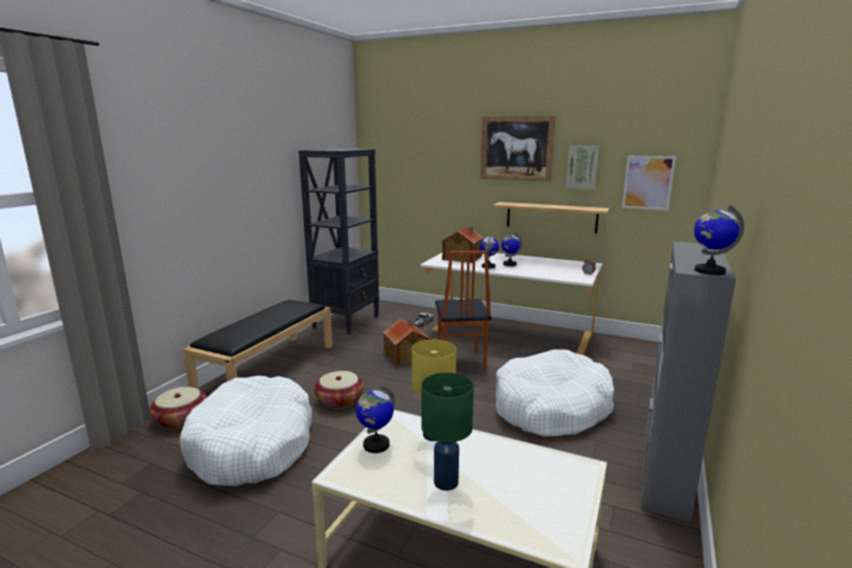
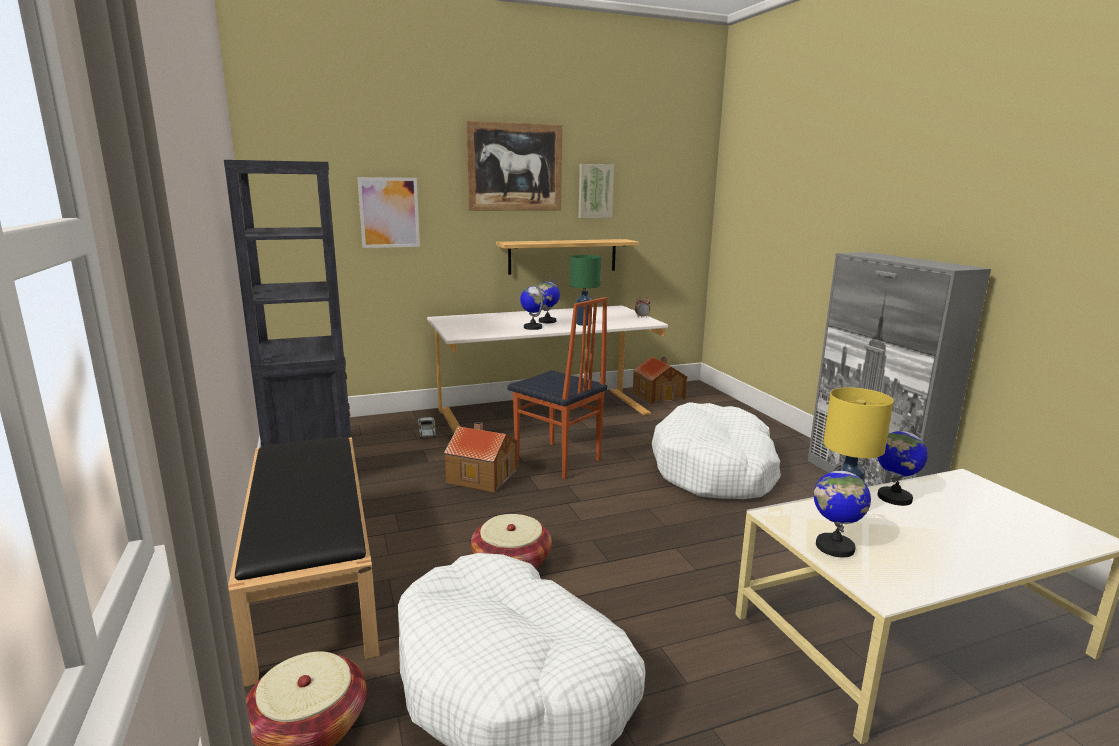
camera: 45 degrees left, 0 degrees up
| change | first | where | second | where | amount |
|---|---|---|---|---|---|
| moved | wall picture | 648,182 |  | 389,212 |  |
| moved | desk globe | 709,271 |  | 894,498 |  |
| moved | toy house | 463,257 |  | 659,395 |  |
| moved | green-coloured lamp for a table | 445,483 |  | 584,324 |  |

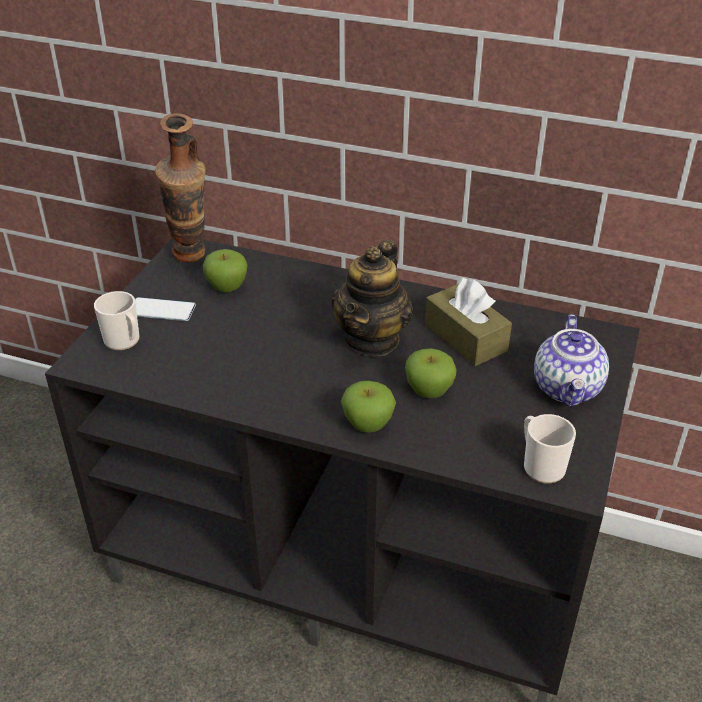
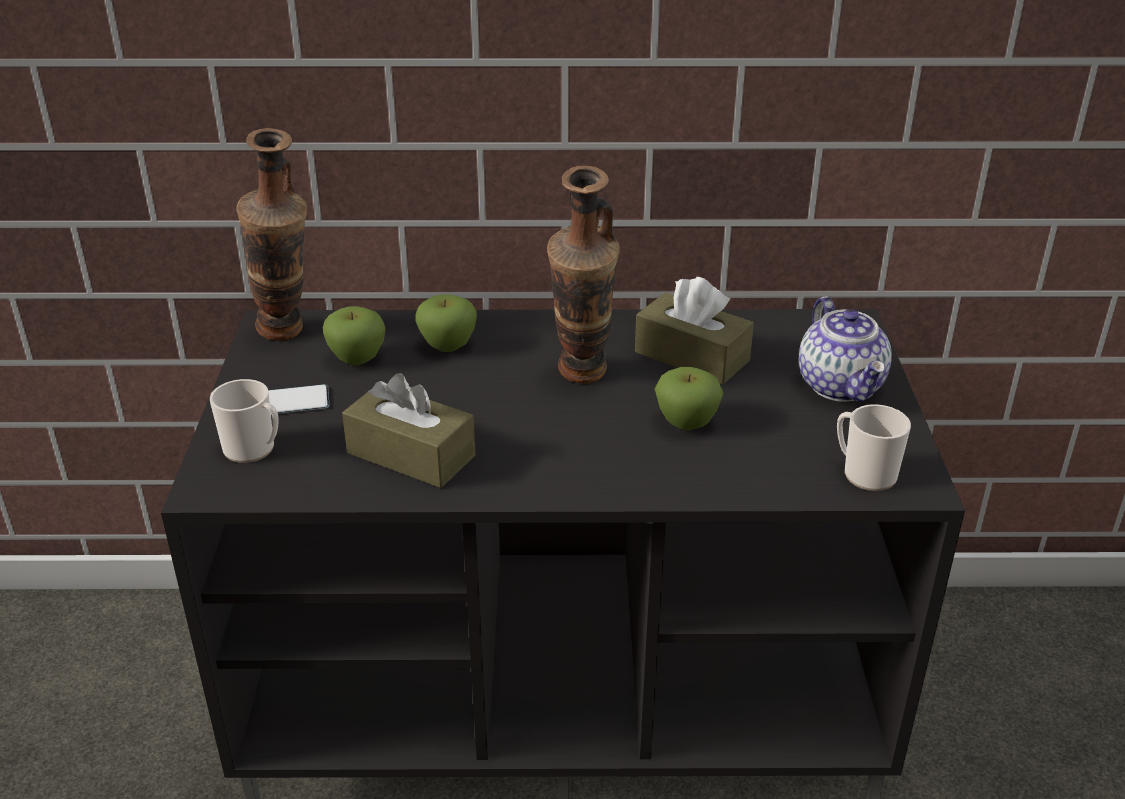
camera: 20 degrees left, 5 degrees down
| change | first | where | second | where | amount |
|---|---|---|---|---|---|
| replaced | teapot | 372,339 | decorative vase | 582,380 |  |
| moved | apple fruit | 367,425 |  | 447,346 |  |
| added |  |  | brown-coloured tissue holder | 411,454 |  |

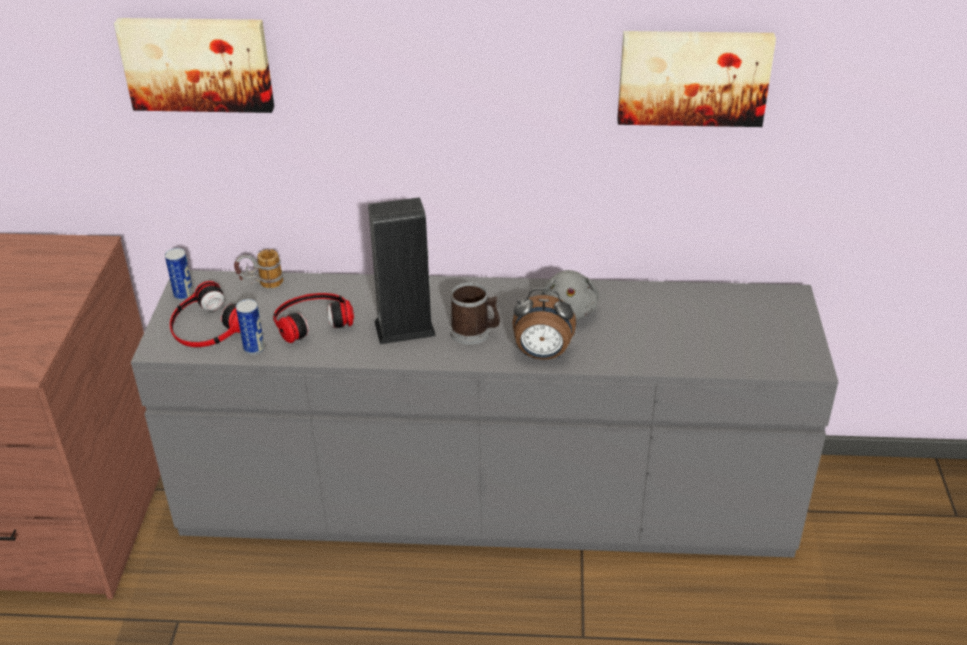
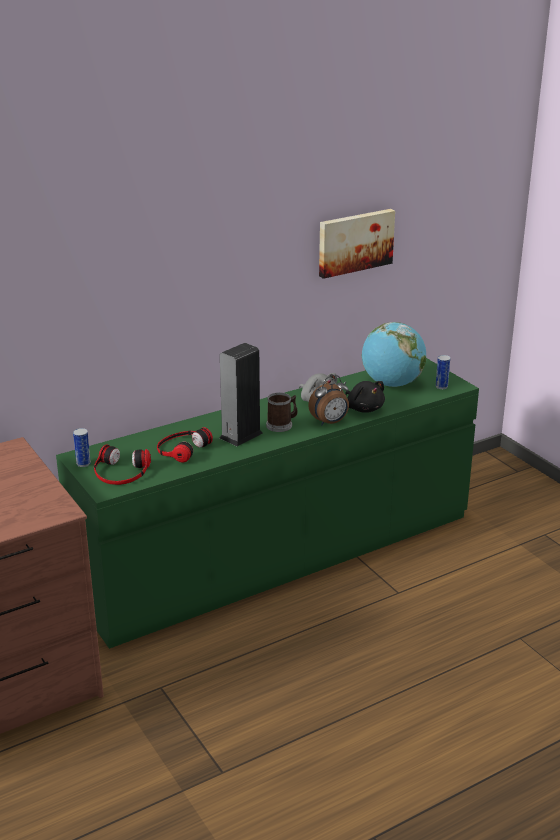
camera: 35 degrees left, 10 degrees down
| change | first | where | second | where | amount |
|---|---|---|---|---|---|
| removed | wall picture | 197,63 |  |  |  |
| removed | coffee mug | 261,285 |  |  |  |
| recoloured | grey dresser | 486,498 | green-coloured dresser | 279,555 |  |
| moved | can | 254,349 |  | 441,386 |  |
| added |  |  | desk globe | 392,384 |  |
| added |  |  | black cuddly toy | 364,408 |  |

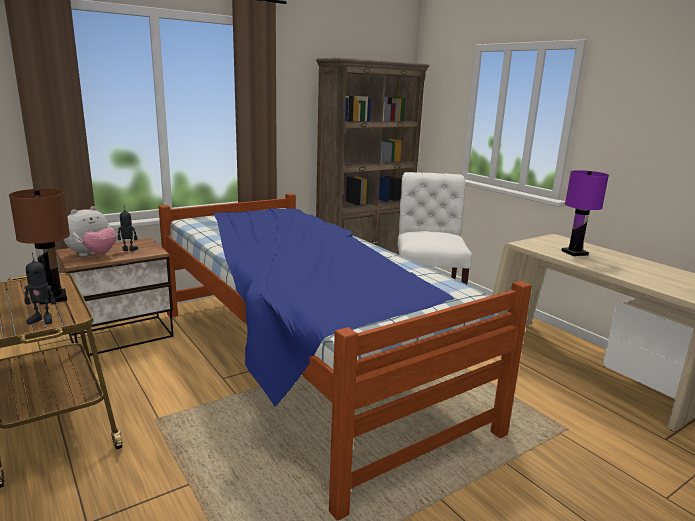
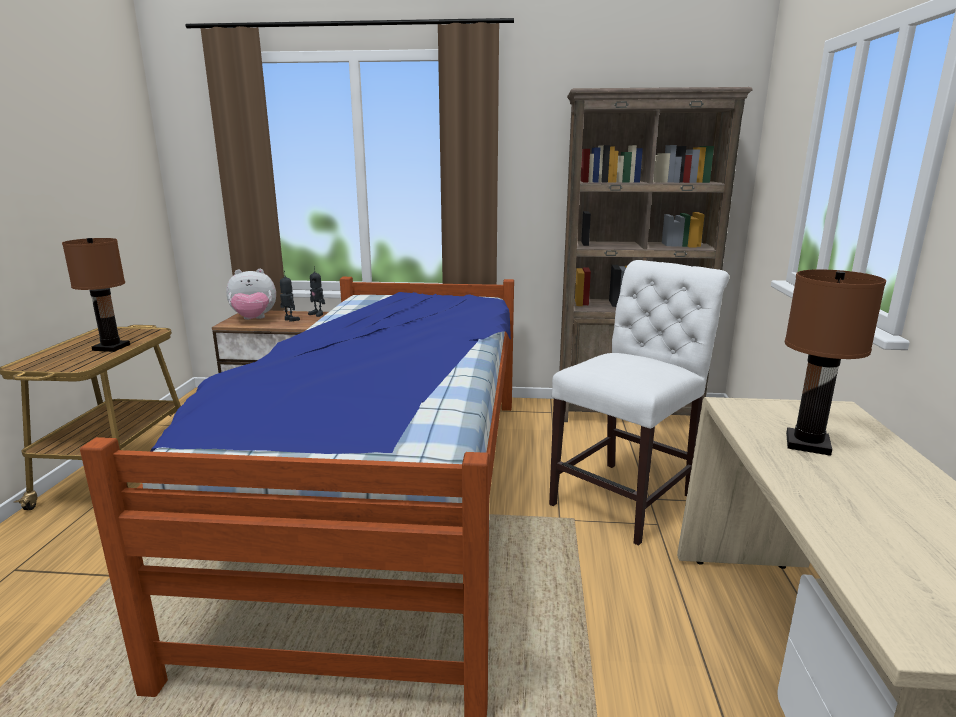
camera: 40 degrees right, 0 degrees up
| change | first | where | second | where | amount |
|---|---|---|---|---|---|
| recoloured | purple lamp for a table | 575,253 | brown-coloured lamp for a table | 808,444 |  |
| moved | toy robot | 42,320 |  | 317,314 |  |

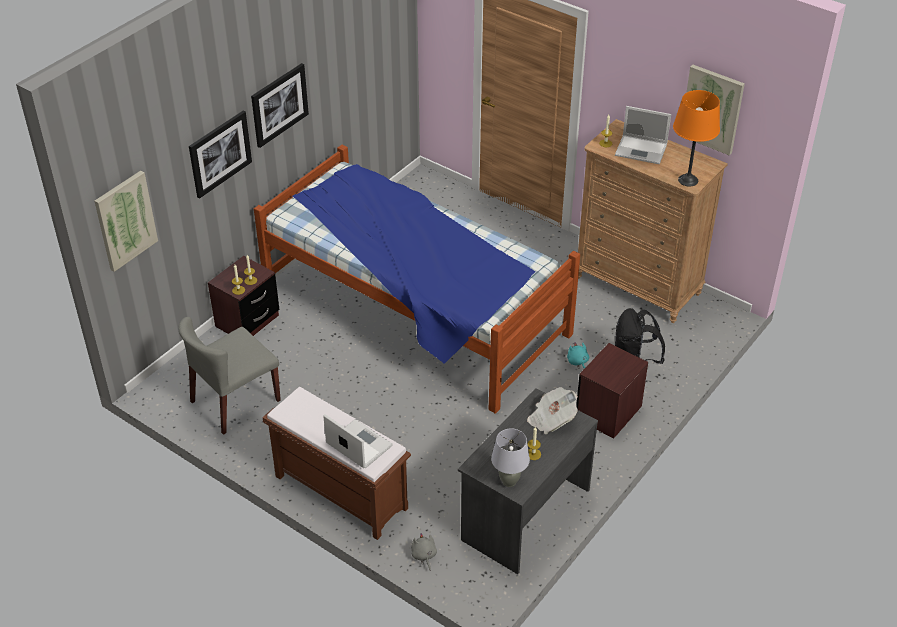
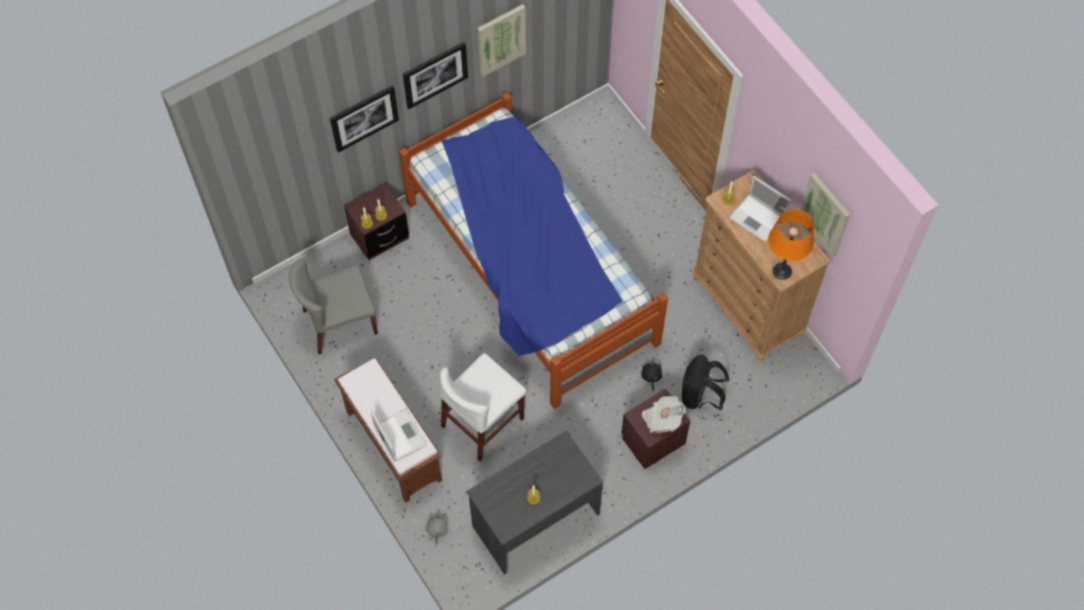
camera: 20 degrees right, 20 degrees up
| change | first | where | second | where | amount |
|---|---|---|---|---|---|
| moved | wall picture | 125,220 |  | 501,39 |  |
| recoloured | blue-green cuddly toy | 578,362 | black cuddly toy | 651,377 |  |
| moved | daily paper | 551,419 |  | 662,418 |  |
| removed | grey lamp for a table | 509,481 |  |  |  |
| added |  |  | white chair | 482,422 |  |

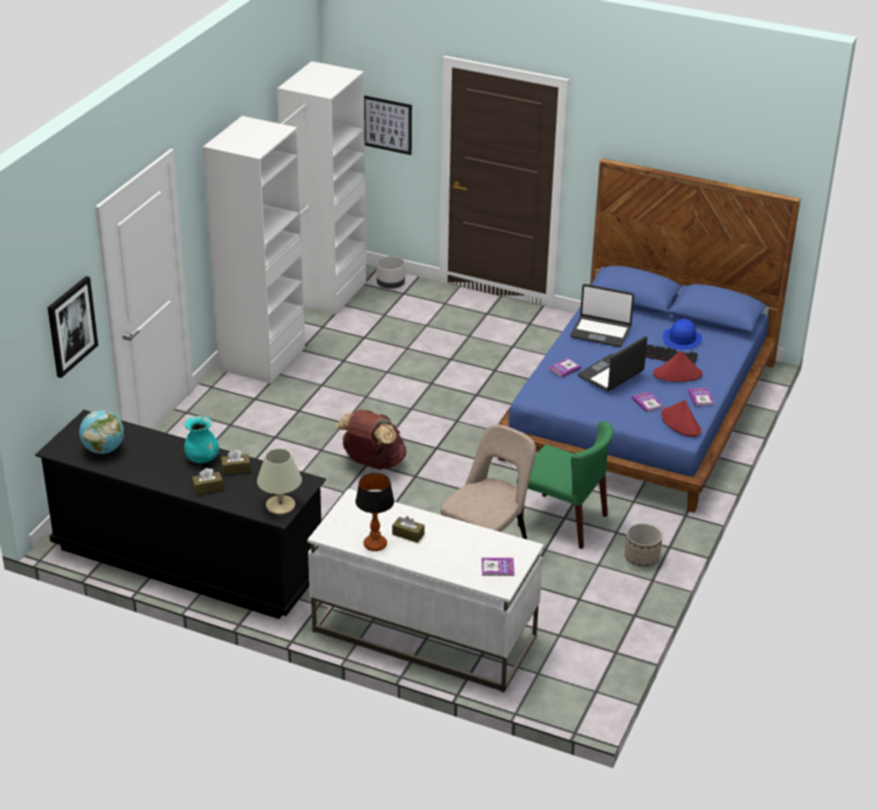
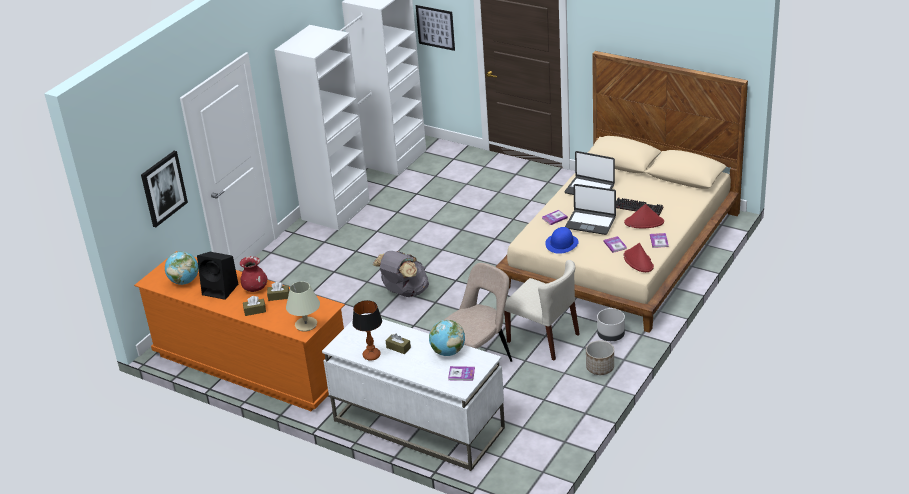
camera: 10 degrees right, 0 degrees up
| change | first | where | second | where | amount |
|---|---|---|---|---|---|
| recoloured | bluish bedroom bed | 640,410 | beige-coloured bedroom bed | 622,251 |  |
| moved | grey planter | 390,285 |  | 611,336 |  |
| moved | bluish clothing hat | 682,338 |  | 562,243 |  |
| turned | laptop | 611,374 |  | 590,222 | 120 degrees counterclockwise |
| recoloured | black dresser | 188,559 | orange dresser | 252,365 |  |
| recoloured | brown-coloured backpack | 372,463 | grey backpack | 404,292 |  |
| recoloured | blue-green decorative vase | 202,458 | red-coloured decorative vase | 255,288 |  |
| recoloured | green-coloured chair | 563,521 | beige-coloured chair | 543,338 |  |
| added |  |  | black audio speaker | 221,289 |  |
| added |  |  | desk globe | 448,352 |  |

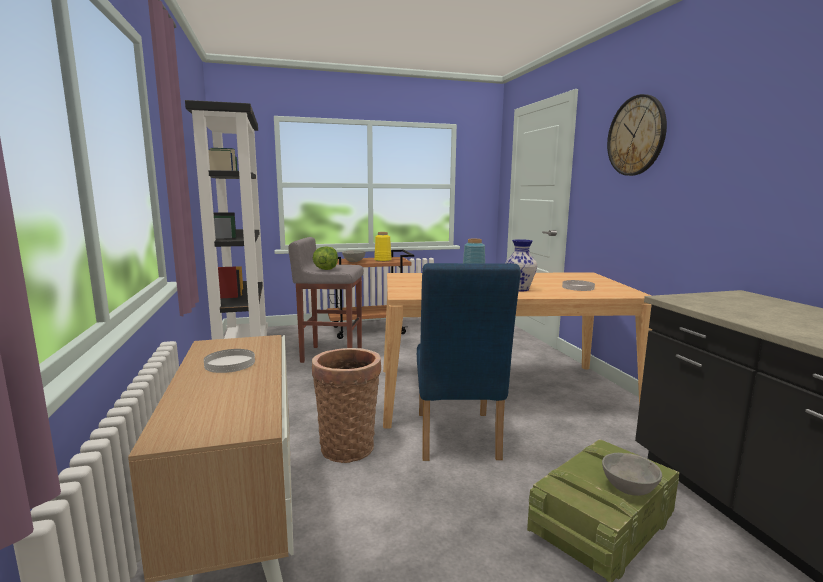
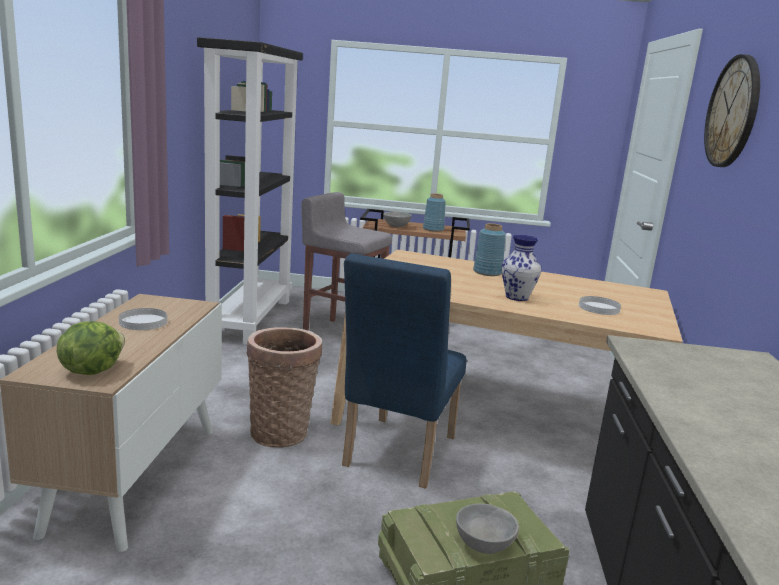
camera: 20 degrees right, 5 degrees up
| change | first | where | second | where | amount |
|---|---|---|---|---|---|
| recoloured | yellow-coloured decorative vase | 383,260 | bluish decorative vase | 433,229 |  |
| moved | lettuce | 325,269 |  | 91,370 |  |

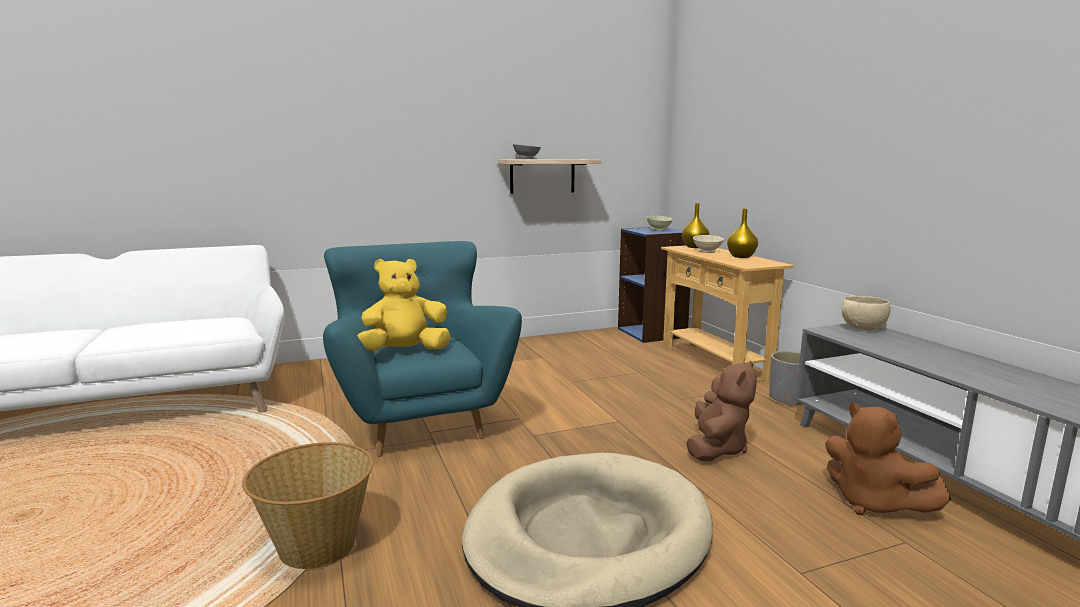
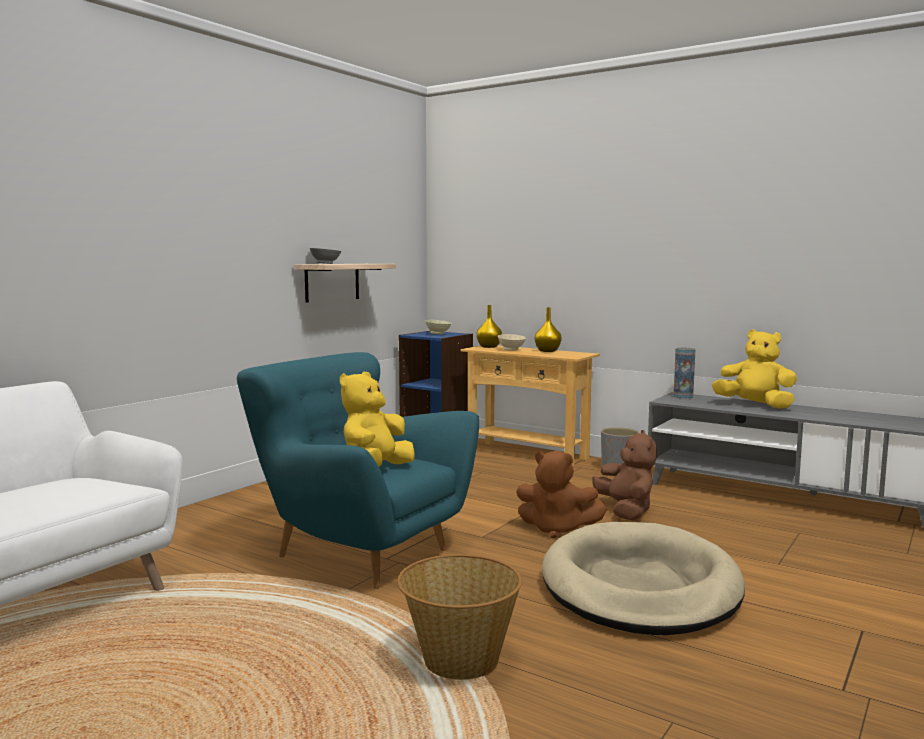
camera: 35 degrees left, 5 degrees down
| change | first | where | second | where | amount |
|---|---|---|---|---|---|
| replaced | beige-coloured bowl | 863,329 | decorative vase | 683,396 |  |
| moved | brown-coloured cuddly toy | 872,503 |  | 557,529 |  |
| added |  |  | yellow-coloured cuddly toy | 755,405 |  |

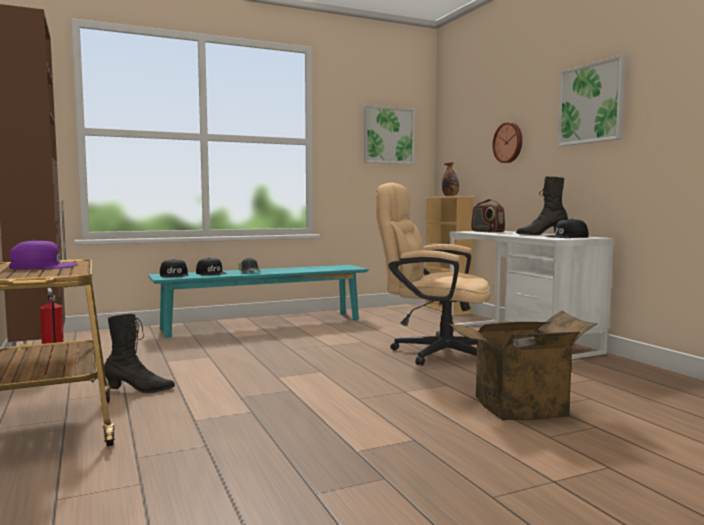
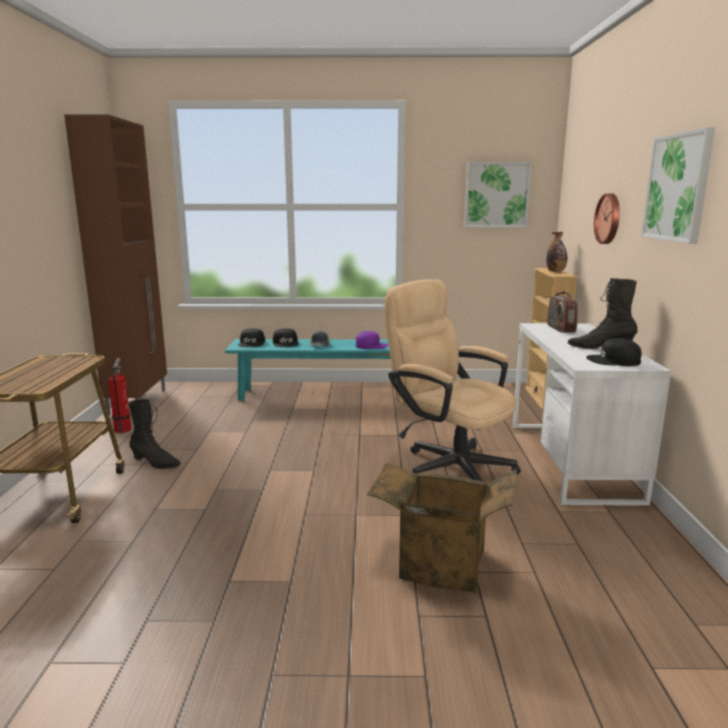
camera: 25 degrees right, 10 degrees up
| change | first | where | second | where | amount |
|---|---|---|---|---|---|
| moved | purple peaked cap | 43,266 |  | 371,346 |  |

